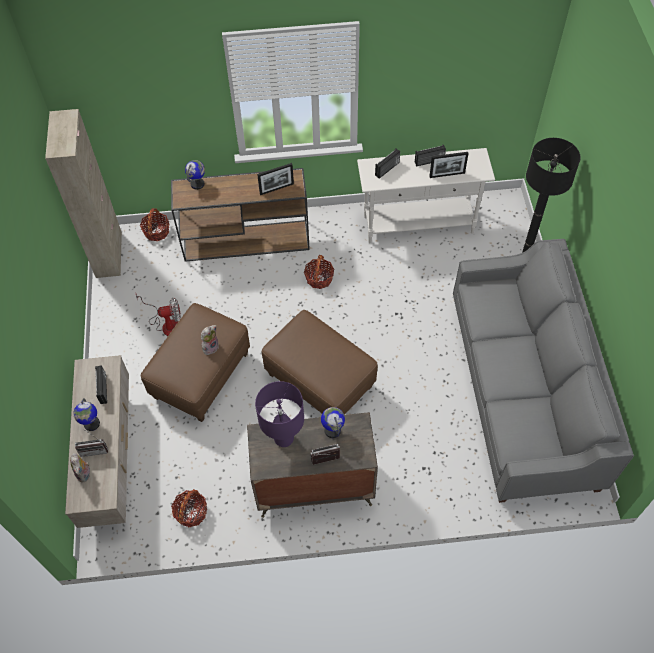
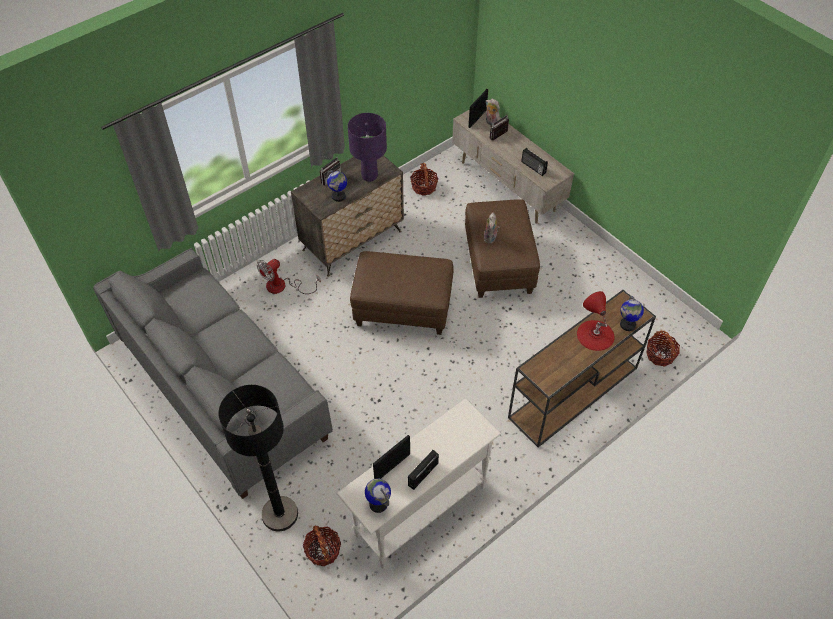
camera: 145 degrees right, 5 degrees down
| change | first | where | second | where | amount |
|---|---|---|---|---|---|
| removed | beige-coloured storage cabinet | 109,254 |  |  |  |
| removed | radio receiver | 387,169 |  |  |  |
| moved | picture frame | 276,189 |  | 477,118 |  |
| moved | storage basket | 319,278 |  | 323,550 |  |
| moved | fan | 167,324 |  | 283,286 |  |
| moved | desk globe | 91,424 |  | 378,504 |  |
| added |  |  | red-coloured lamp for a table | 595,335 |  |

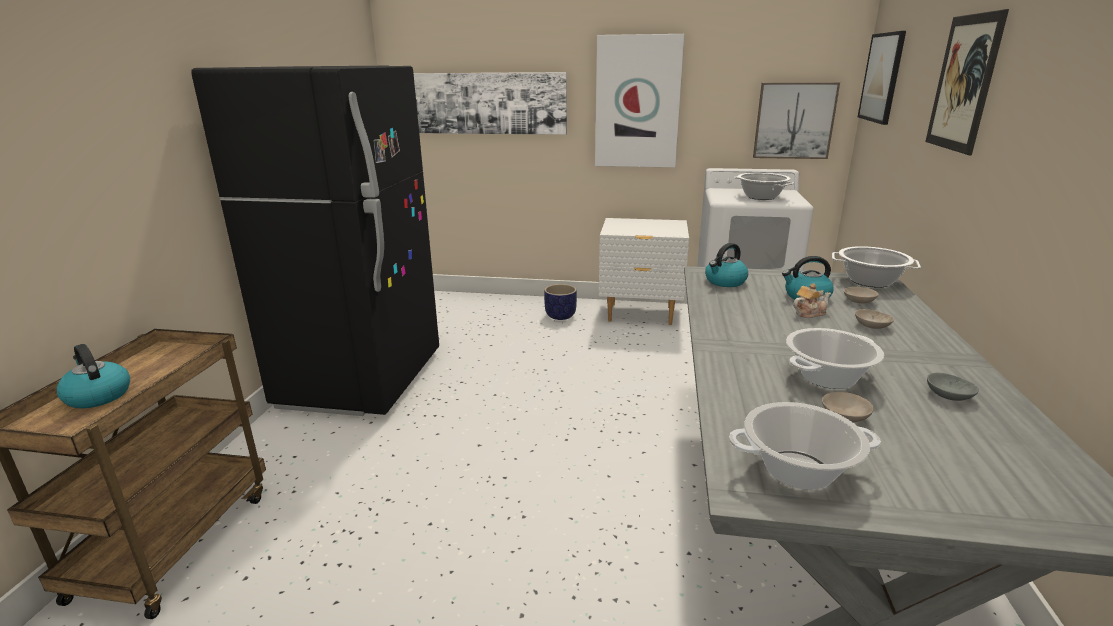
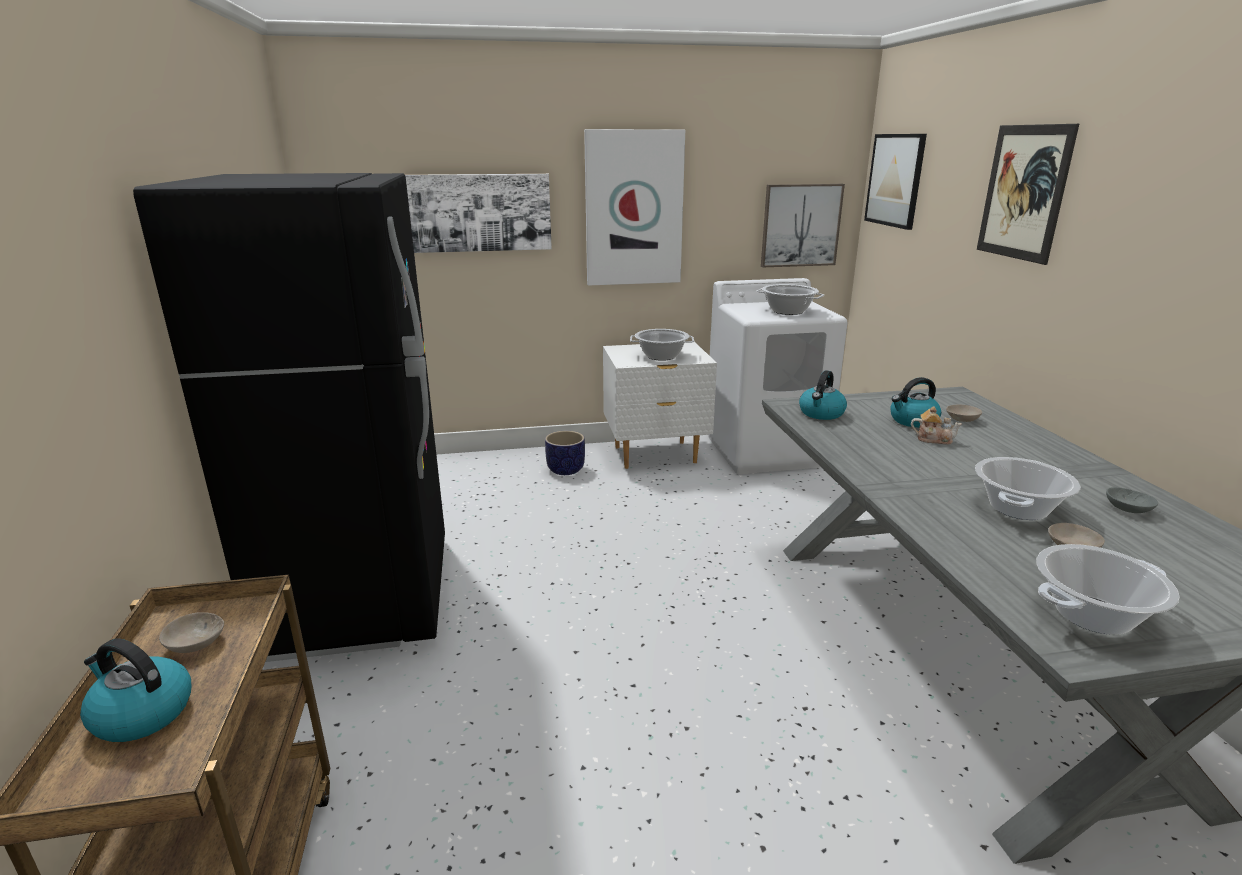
camera: 20 degrees left, 0 degrees up
| change | first | where | second | where | amount |
|---|---|---|---|---|---|
| moved | saucepot | 870,281 |  | 661,356 |  |
| turned | teapot | 809,313 |  | 933,439 | 60 degrees clockwise |
| moved | beige-coloured bowl | 871,326 |  | 193,644 |  |

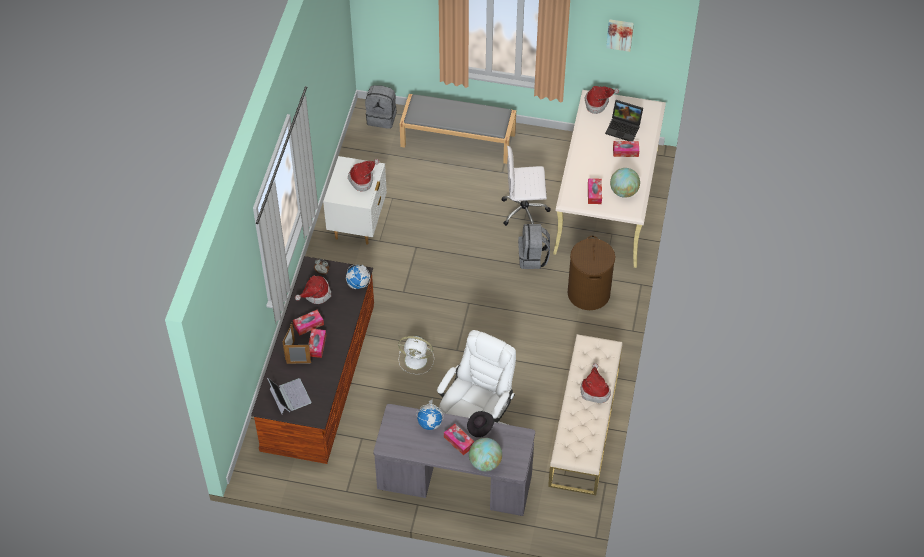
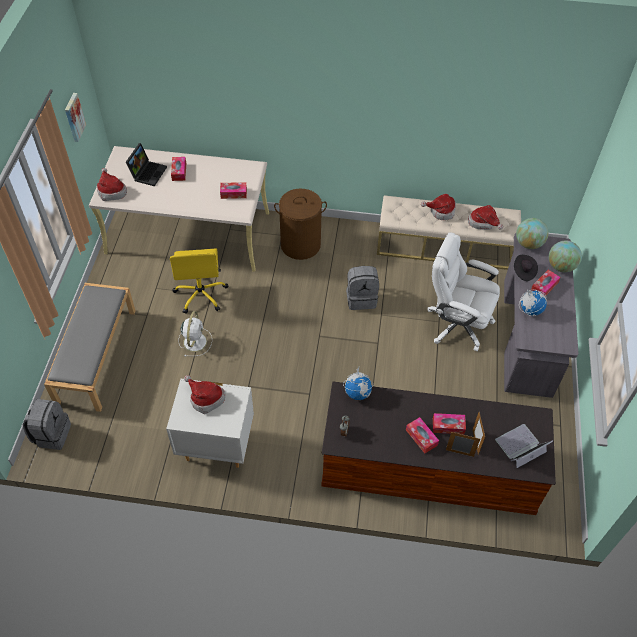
camera: 95 degrees left, 0 degrees up
| change | first | where | second | where | amount |
|---|---|---|---|---|---|
| recoloured | white office chair | 525,211 | yellow-coloured office chair | 201,294 |  |
| moved | desk globe | 623,192 |  | 528,244 |  |
| moved | grey backpack | 533,258 |  | 361,298 |  |
| moved | clothing hat | 315,294 |  | 483,223 |  |
| moved | white fan | 417,360 |  | 195,341 |  |

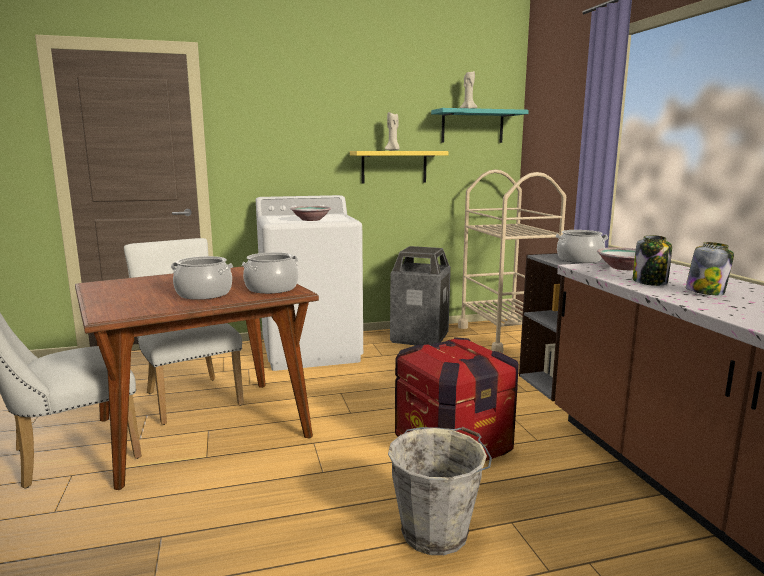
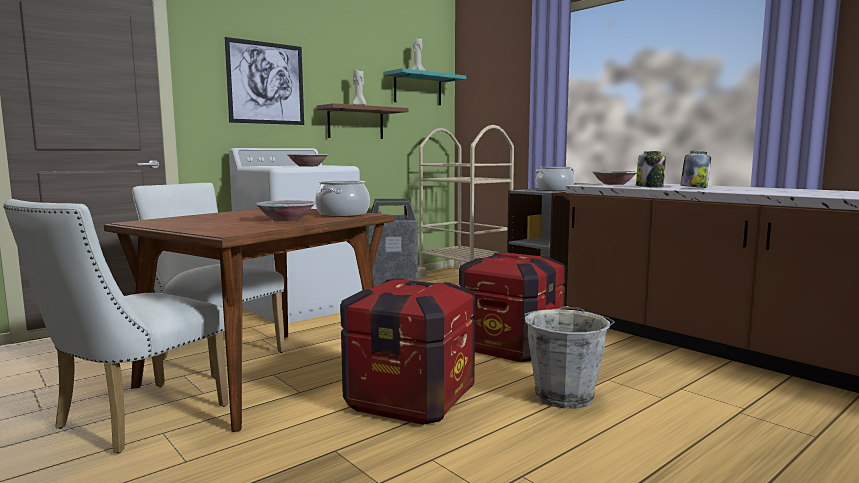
camera: 25 degrees left, 5 degrees down
| change | first | where | second | where | amount |
|---|---|---|---|---|---|
| recoloured | yellow-coloured shelf | 394,167 | brown-coloured shelf | 355,123 |  |
| replaced | saucepot | 203,294 | bowl | 286,220 |  |
| added |  |  | wall picture | 266,83 |  |
| added |  |  | crate | 410,399 |  |

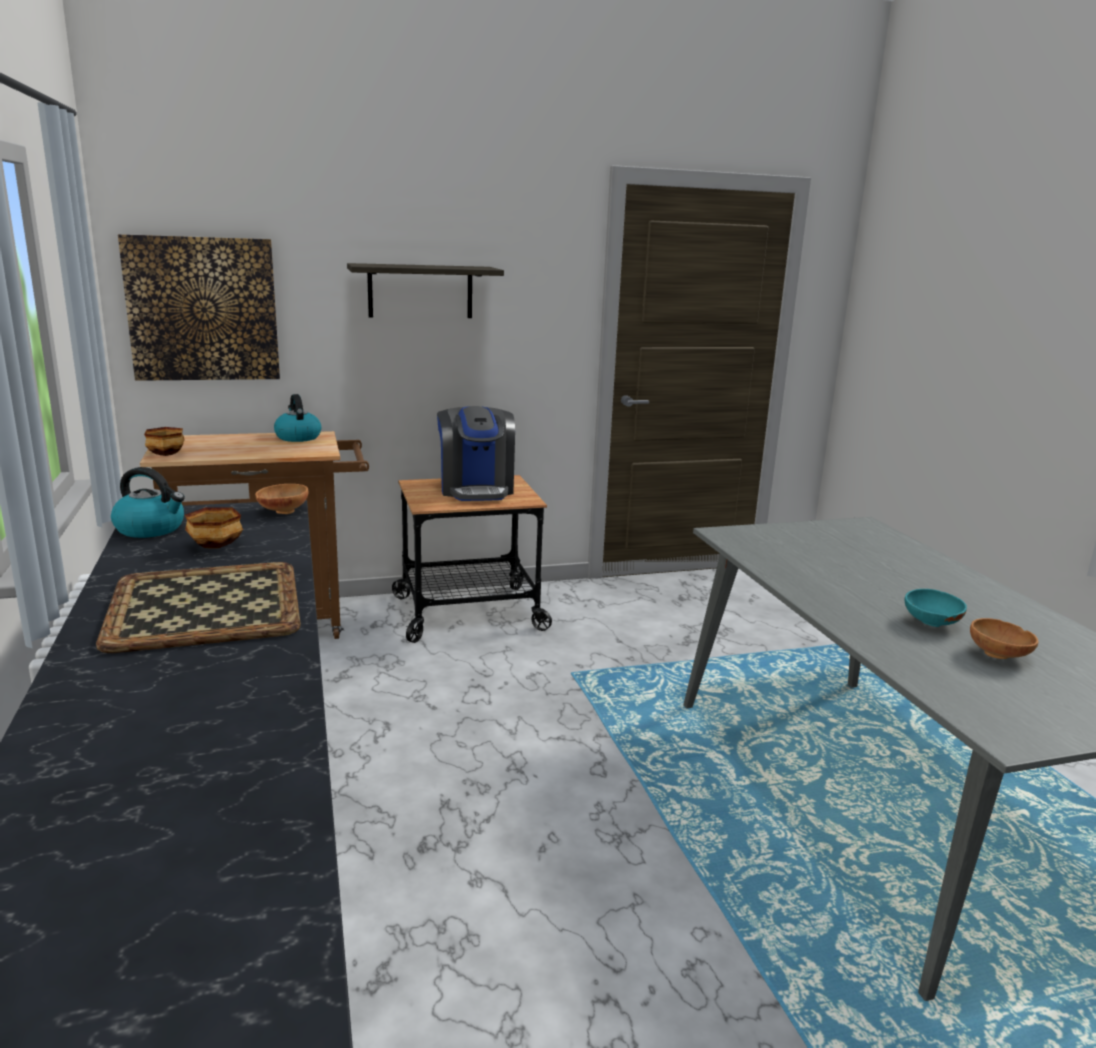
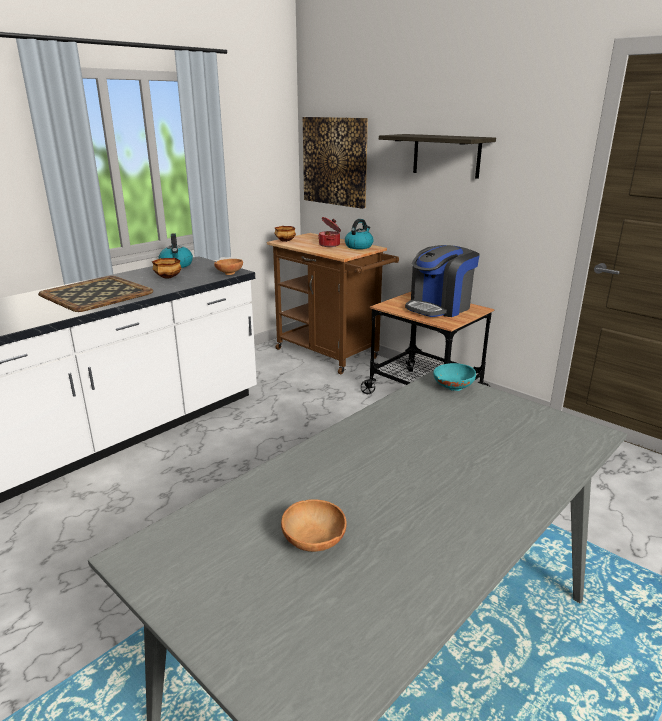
camera: 60 degrees right, 5 degrees up
| change | first | where | second | where | amount |
|---|---|---|---|---|---|
| moved | blue-green bowl | 930,624 |  | 452,387 |  |
| added |  |  | saucepot | 330,245 |  |

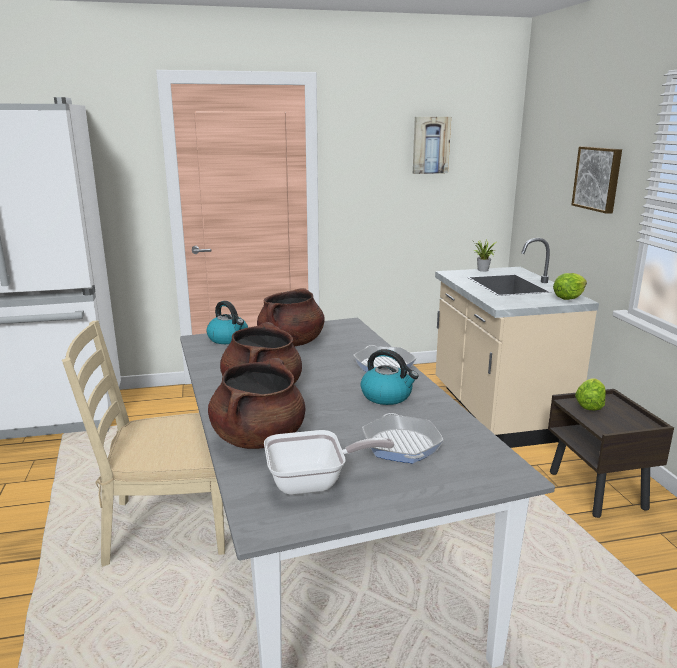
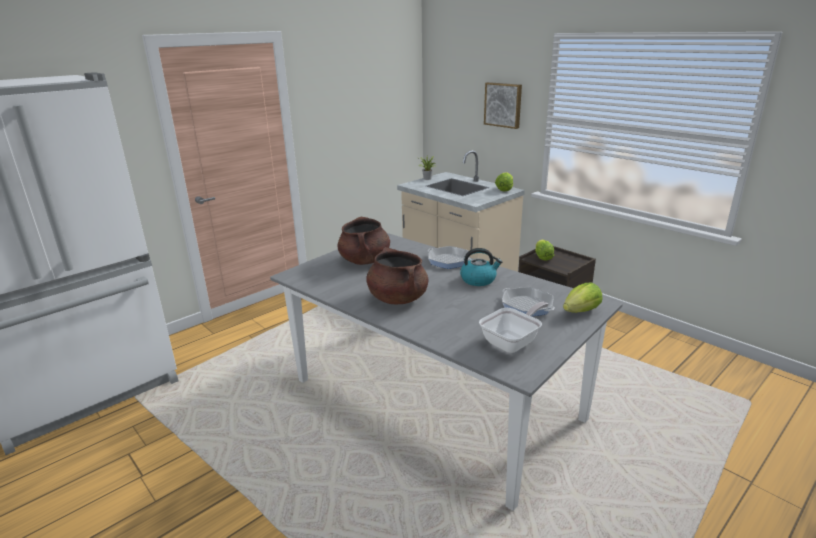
camera: 30 degrees left, 5 degrees up
| change | first | where | second | where | amount |
|---|---|---|---|---|---|
| removed | wall picture | 430,145 |  |  |  |
| removed | water kettle | 228,339 |  |  |  |
| removed | beige-coloured chair | 168,527 |  |  |  |
| removed | brown-coloured saucepot | 258,438 |  |  |  |
| added |  |  | lettuce | 581,311 |  |

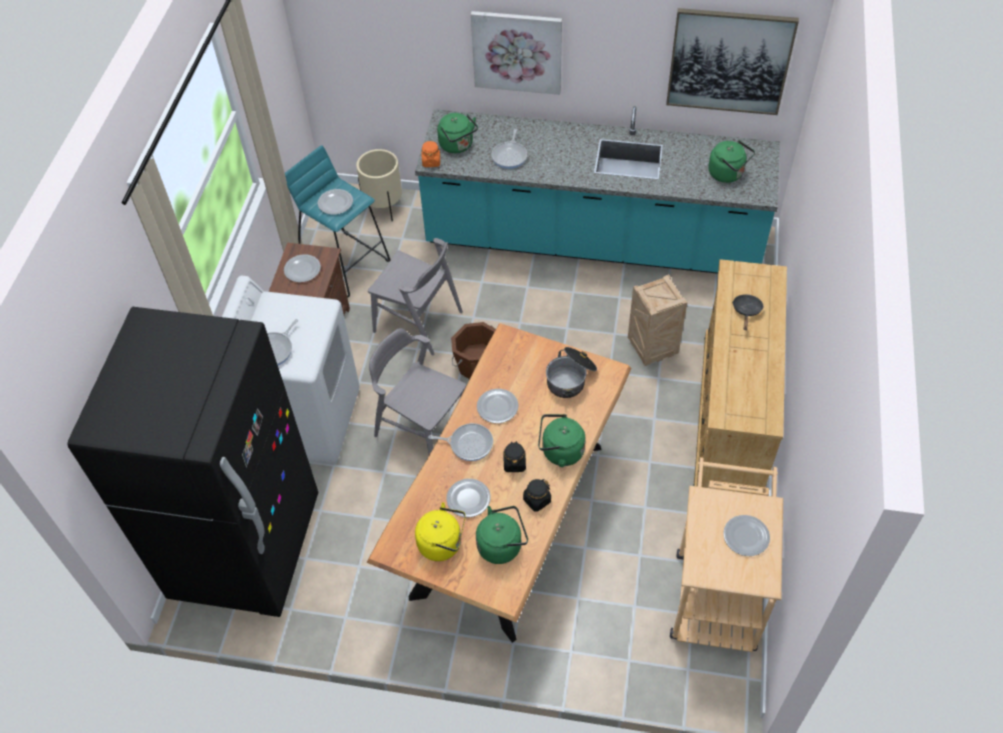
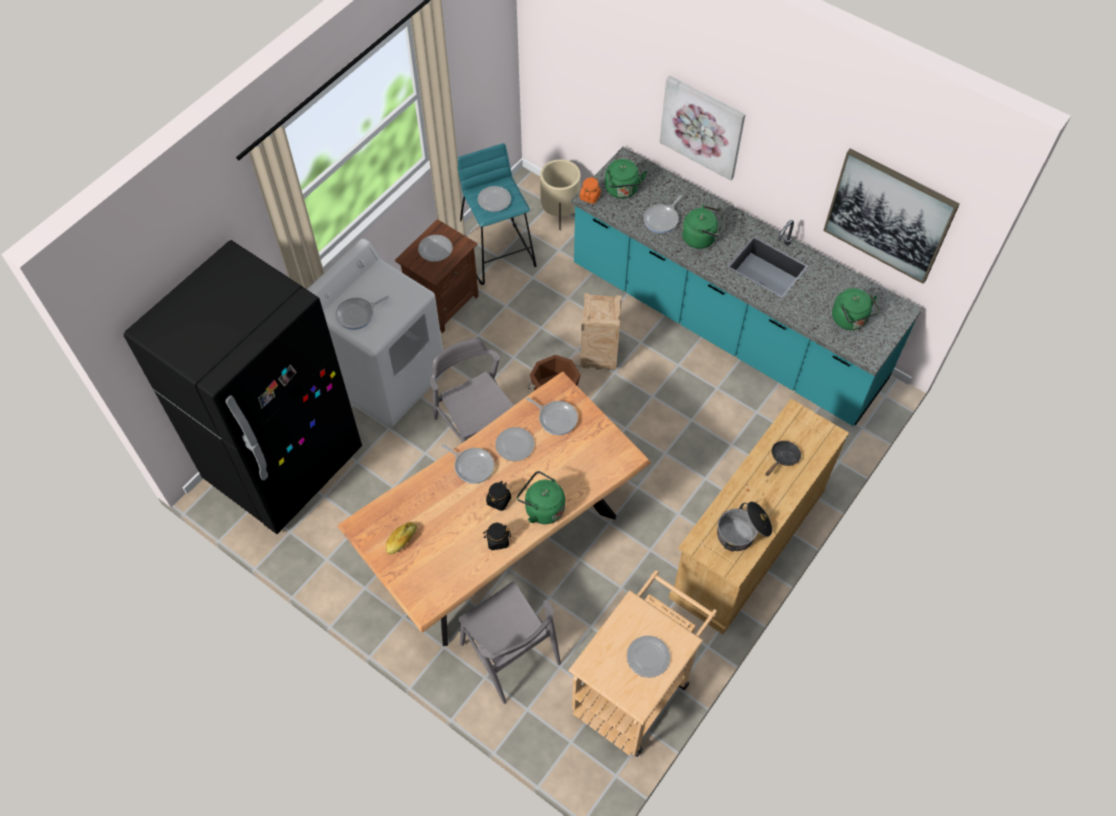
camera: 25 degrees right, 5 degrees up
| change | first | where | second | where | amount |
|---|---|---|---|---|---|
| moved | grey chair | 418,322 |  | 510,654 |  |
| moved | crate | 652,348 |  | 600,356 |  |
| moved | saucepot | 571,378 |  | 743,532 |  |
| removed | dinner plate | 468,499 |  |  |  |
| replaced | yellow-coloured water kettle | 443,544 | baked bread | 401,540 |  |
| moved | green-coloured water kettle | 502,545 |  | 701,238 |  |
| added |  |  | frying pan | 556,418 |  |

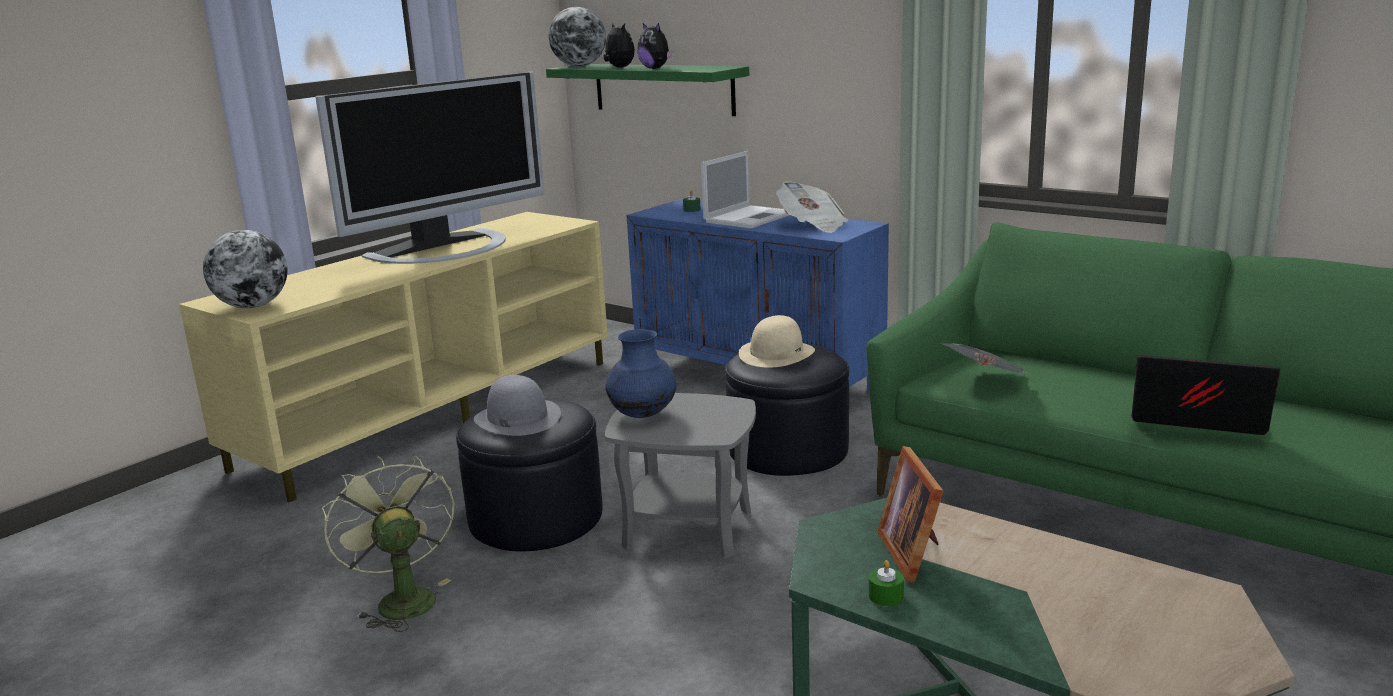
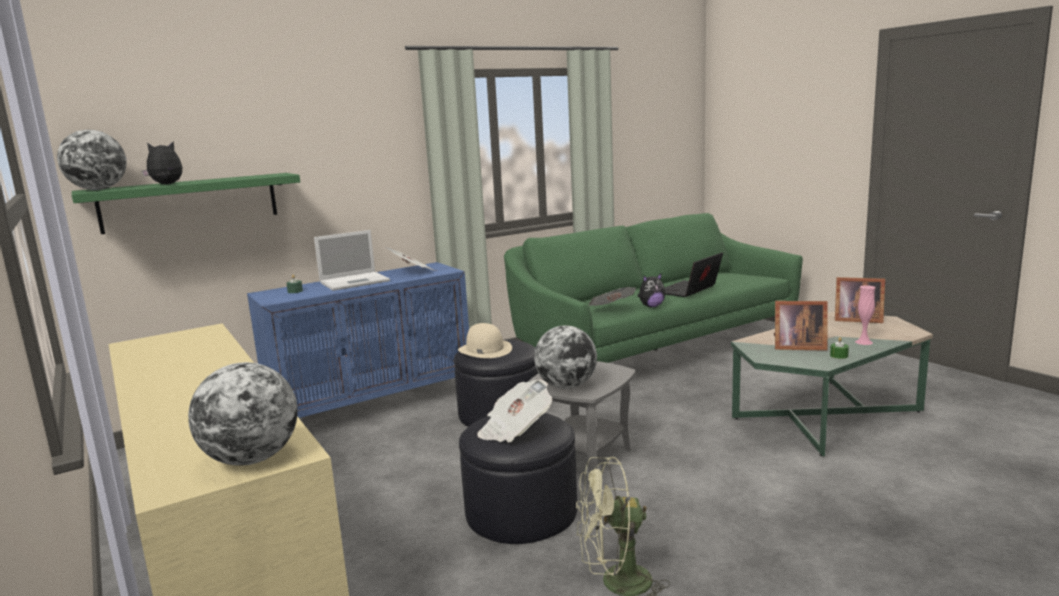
camera: 70 degrees left, 5 degrees down
| change | first | where | second | where | amount |
|---|---|---|---|---|---|
| moved | cuddly toy | 656,68 |  | 651,306 |  |
| removed | TV set | 446,248 |  |  |  |
| turned | laptop | 750,217 |  | 355,281 | 90 degrees clockwise |
| replaced | bluish decorative vase | 643,415 | desk globe | 566,386 |  |
| replaced | grey clothing hat | 517,418 | daily paper | 515,430 |  |
| added |  |  | picture frame | 855,319 |  |
| added |  |  | pinkish decorative vase | 863,342 |  |

